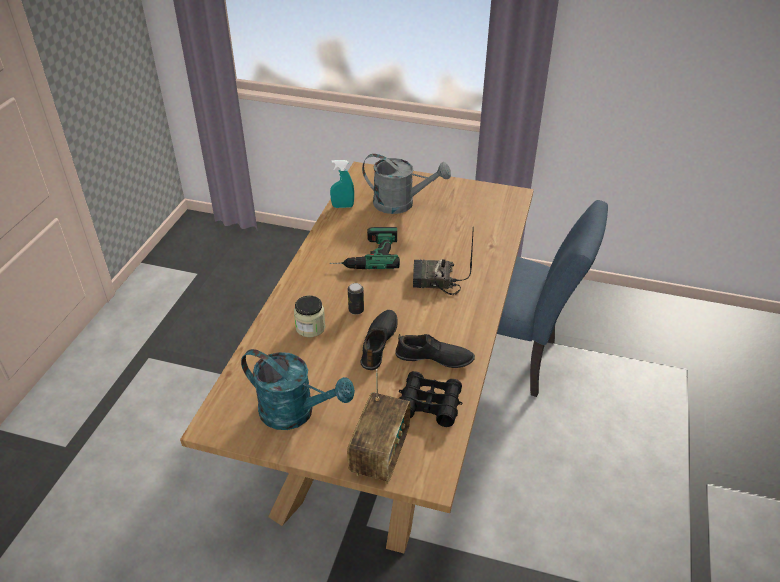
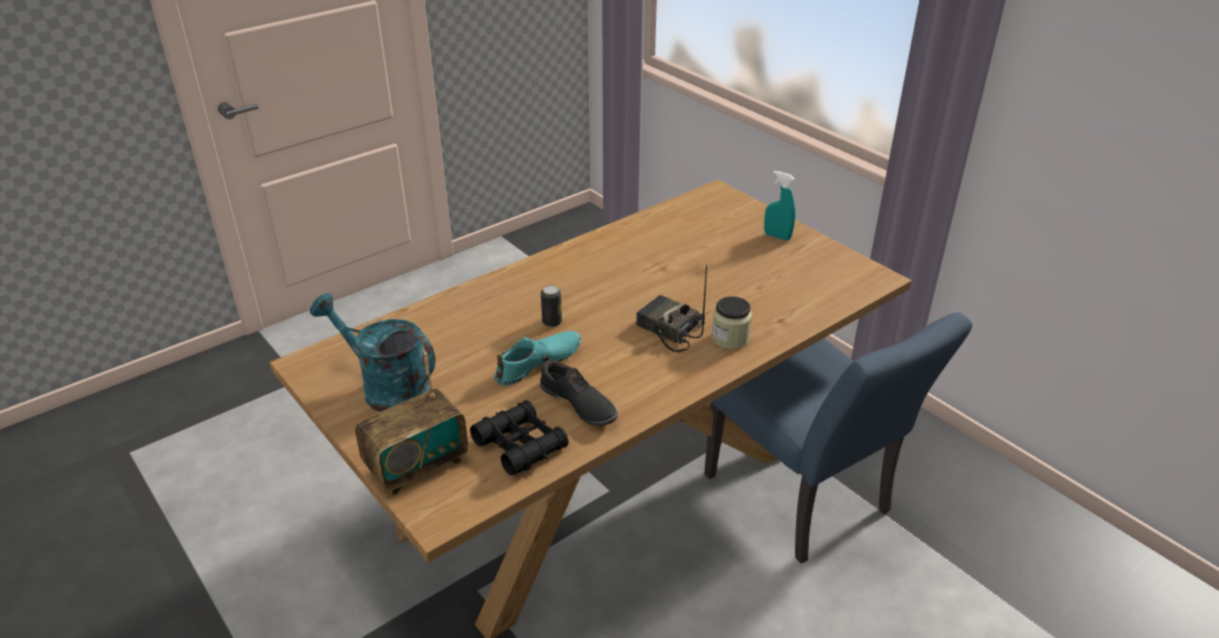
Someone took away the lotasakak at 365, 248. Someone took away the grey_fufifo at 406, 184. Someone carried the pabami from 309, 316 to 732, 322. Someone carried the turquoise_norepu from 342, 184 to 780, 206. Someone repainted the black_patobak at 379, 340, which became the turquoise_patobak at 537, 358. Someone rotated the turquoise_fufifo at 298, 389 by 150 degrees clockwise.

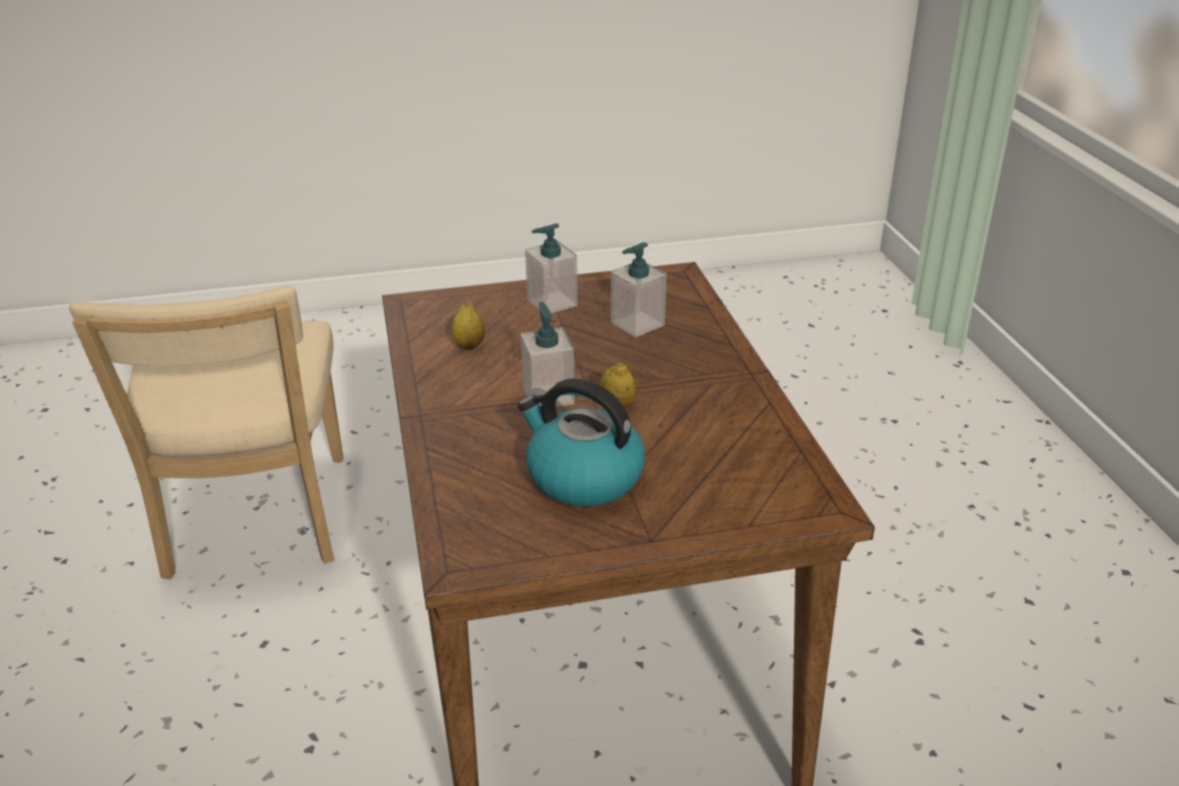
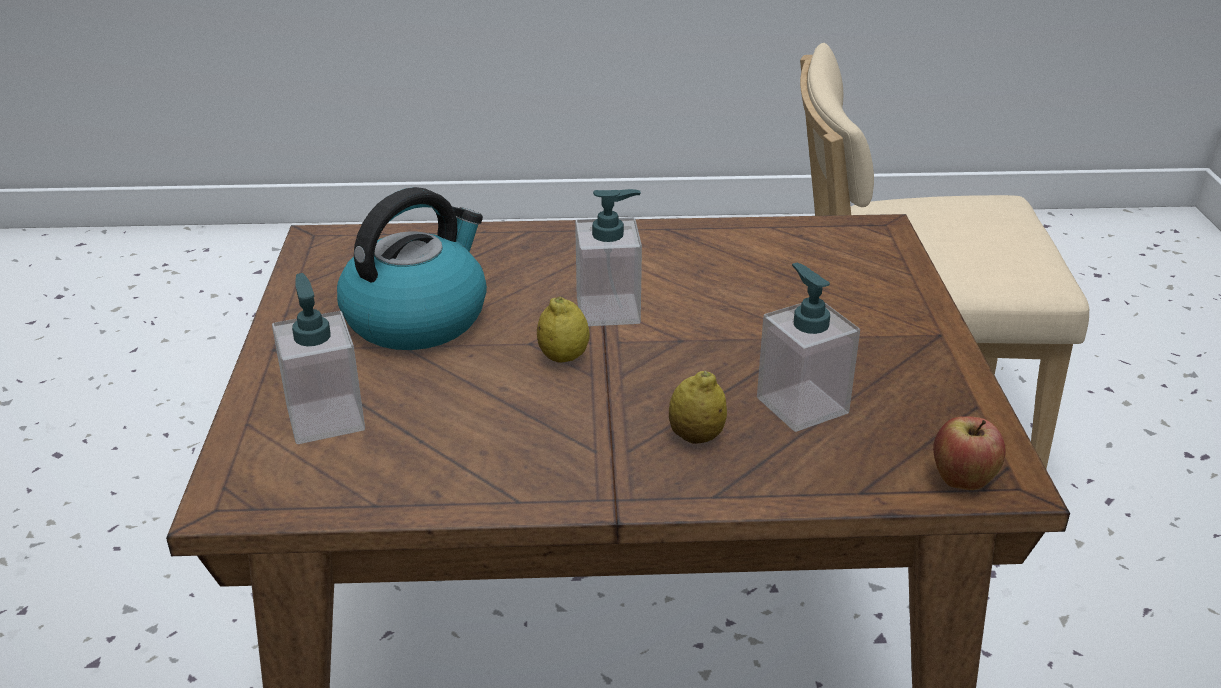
Someone put down the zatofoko at 969, 453. Someone carried the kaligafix from 468, 326 to 698, 407. Someone carried the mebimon from 551, 268 to 318, 358.

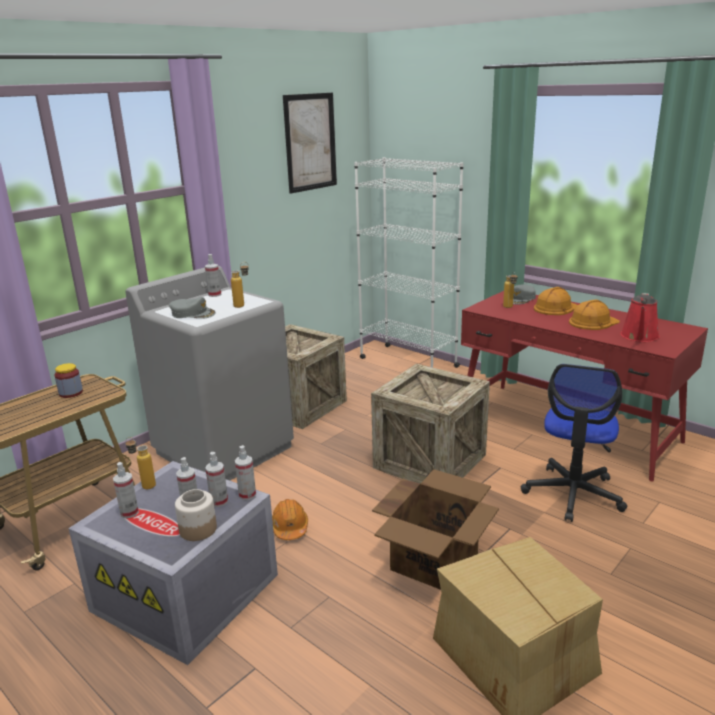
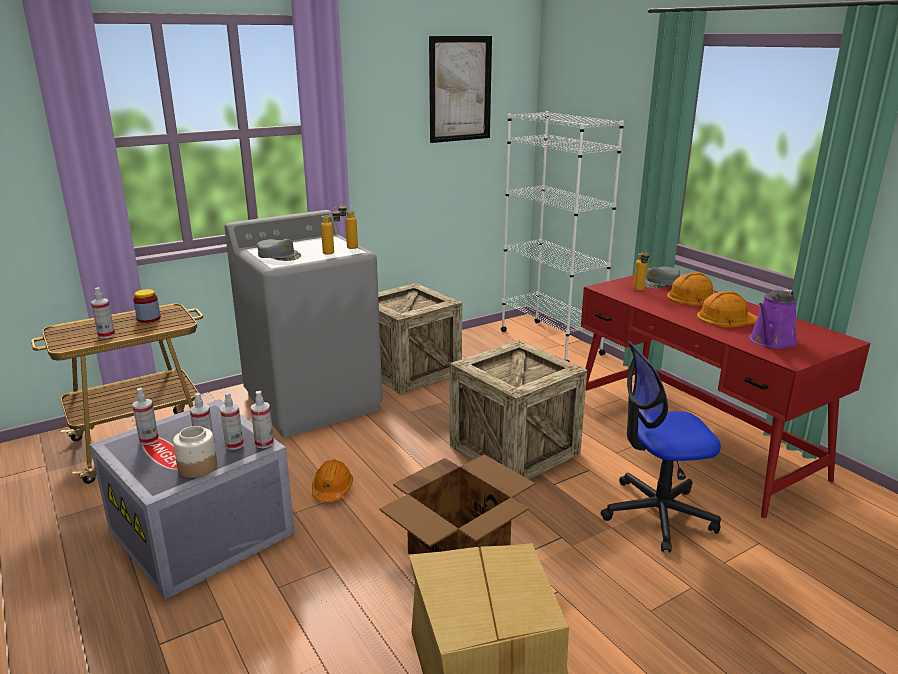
Someone carried the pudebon from 141, 463 to 348, 225. Someone carried the norepu from 213, 275 to 103, 313. Someone repainted the red_fufifo at 640, 317, which became the purple_fufifo at 773, 319. Someone rotated the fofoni at 574, 443 by 45 degrees clockwise.

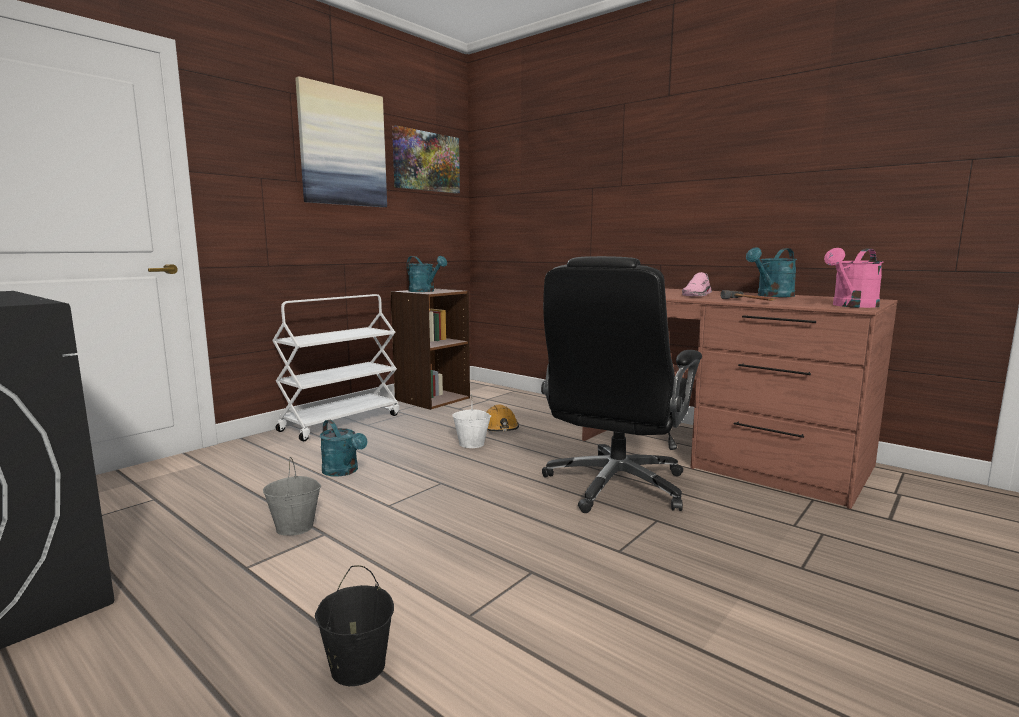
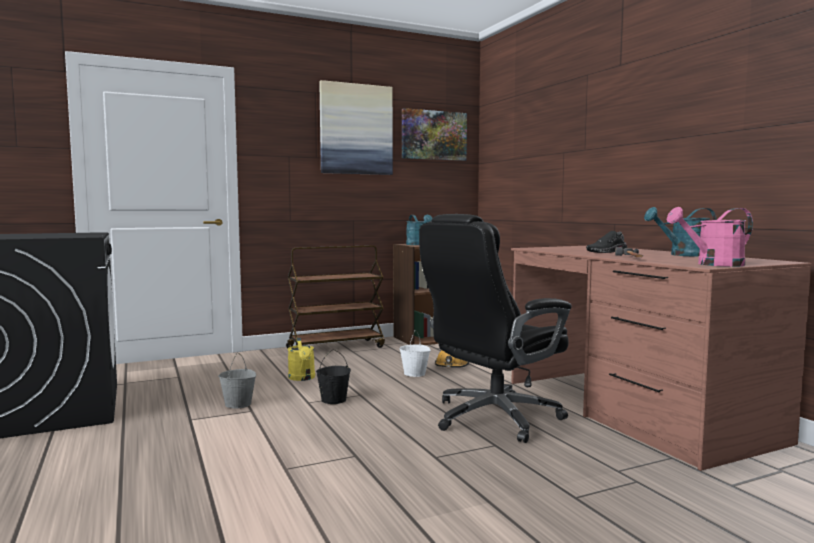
Someone carried the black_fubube from 354, 625 to 333, 377. Someone repainted the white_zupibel at 335, 367, which became the brown_zupibel at 335, 296. Someone repainted the turquoise_fufifo at 343, 448, which became the yellow_fufifo at 301, 359. Someone repainted the pink_patobak at 697, 284, which became the black_patobak at 606, 242.

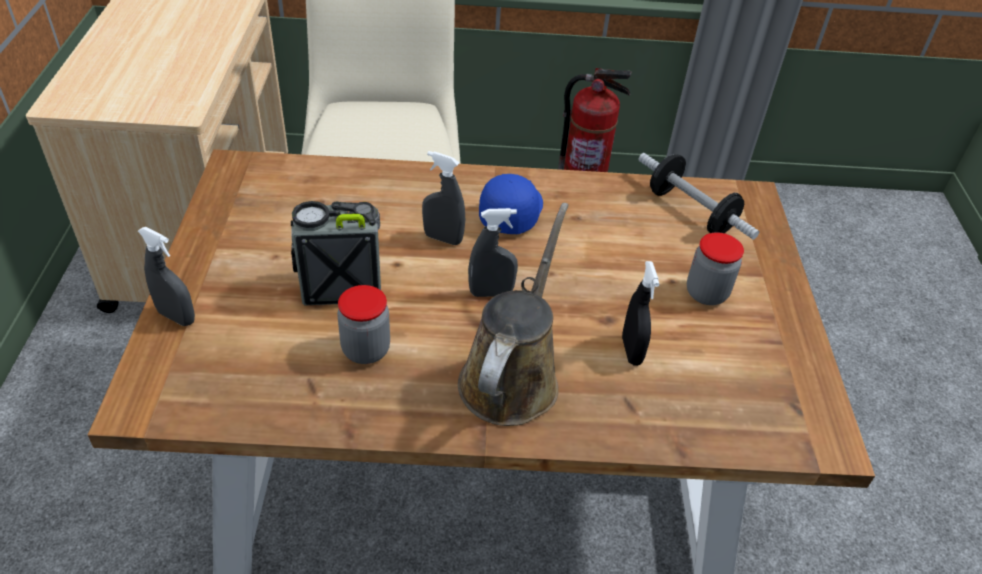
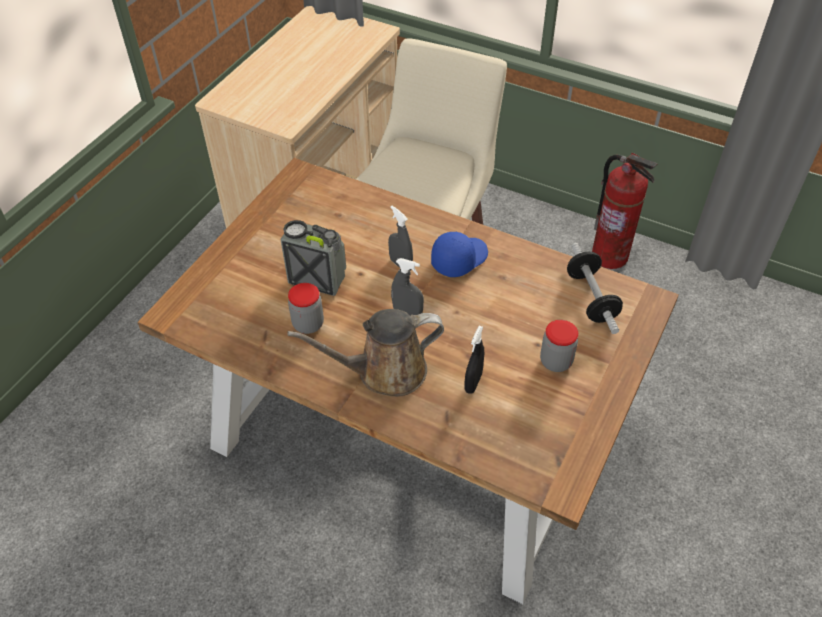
Someone took away the grey_norepu at 166, 276. Someone rotated the brown_fufifo at 513, 314 by 150 degrees counterclockwise.

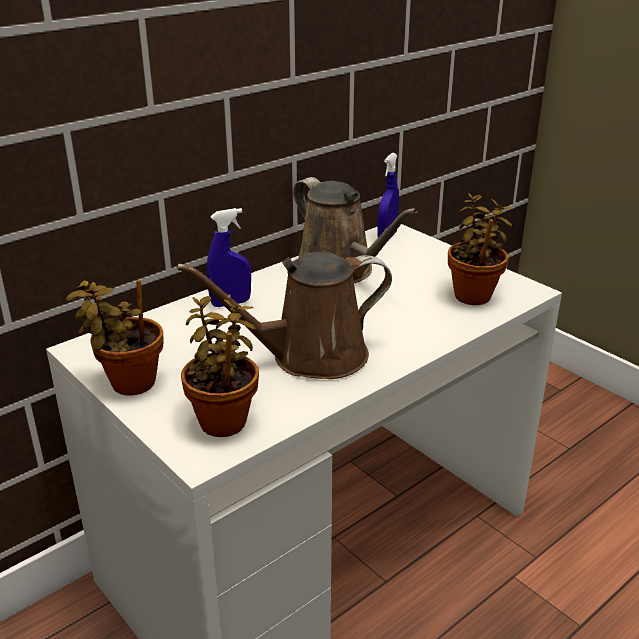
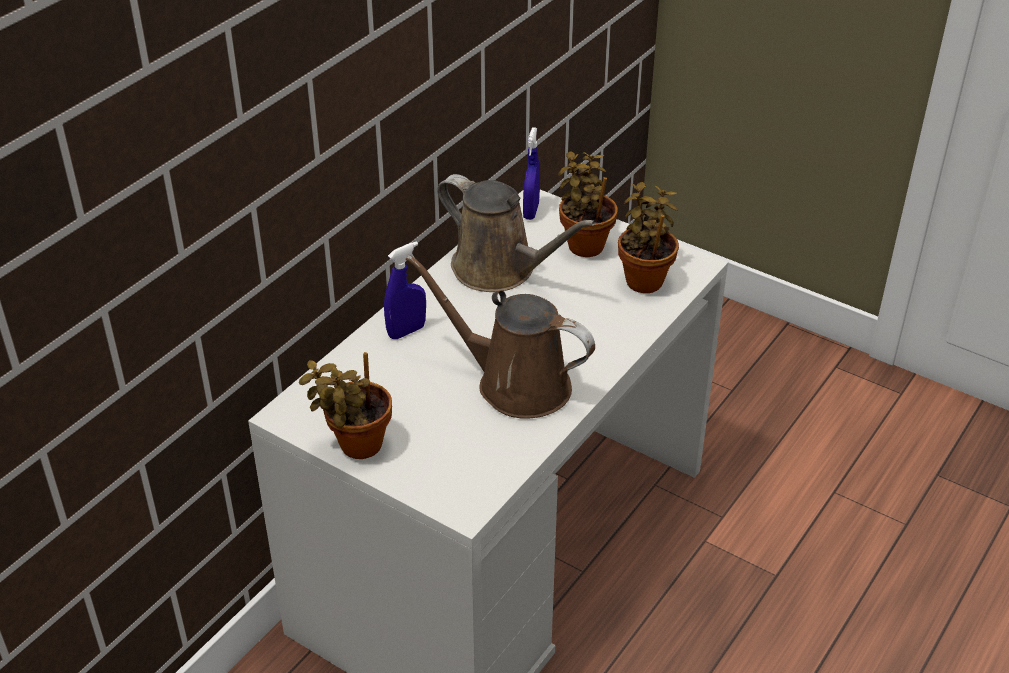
Someone carried the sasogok from 220, 366 to 588, 204. Someone rotated the brown_fufifo at 284, 315 by 60 degrees clockwise.

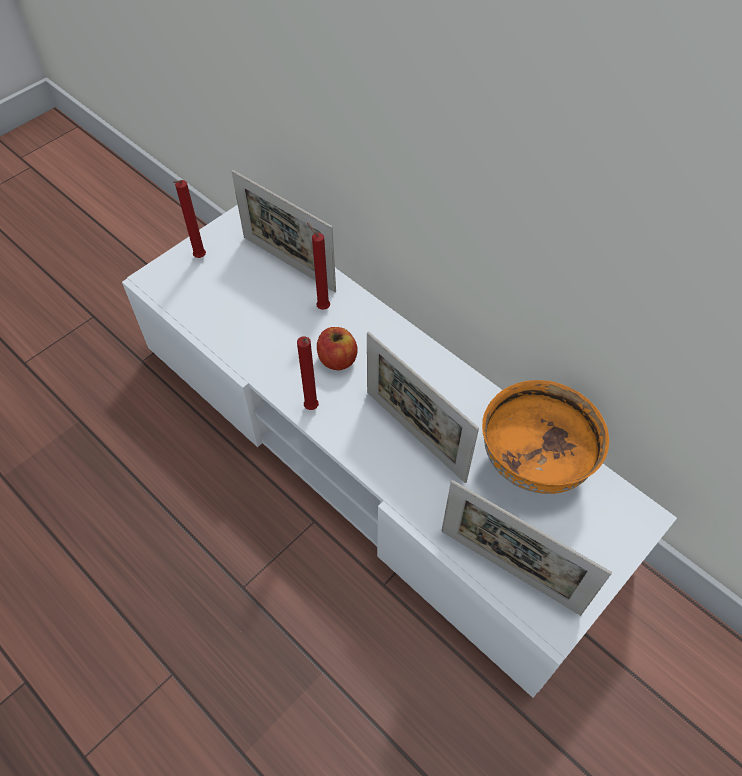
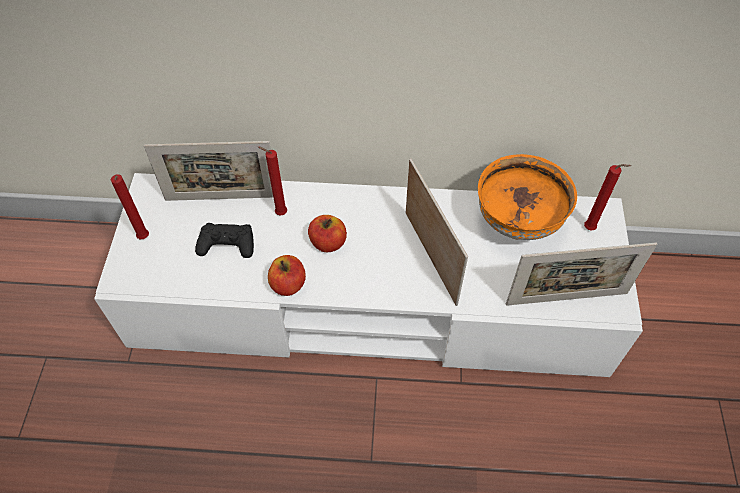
Someone put down the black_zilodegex at 224, 240. Someone put down the zatofoko at 287, 275. Someone carried the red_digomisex from 308, 373 to 607, 197. Someone rotated the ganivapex at 423, 407 by 120 degrees counterclockwise.

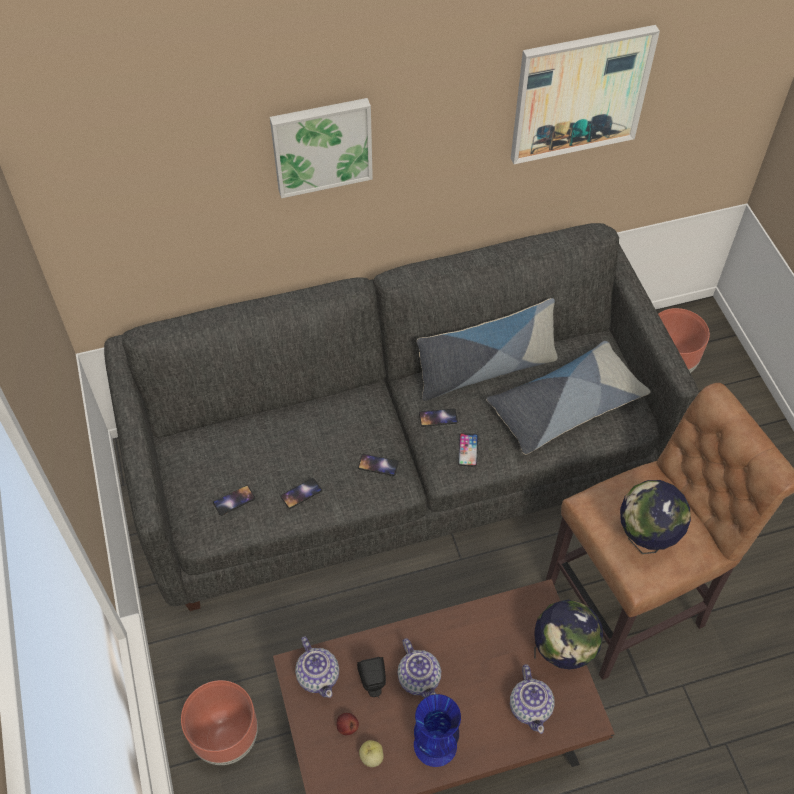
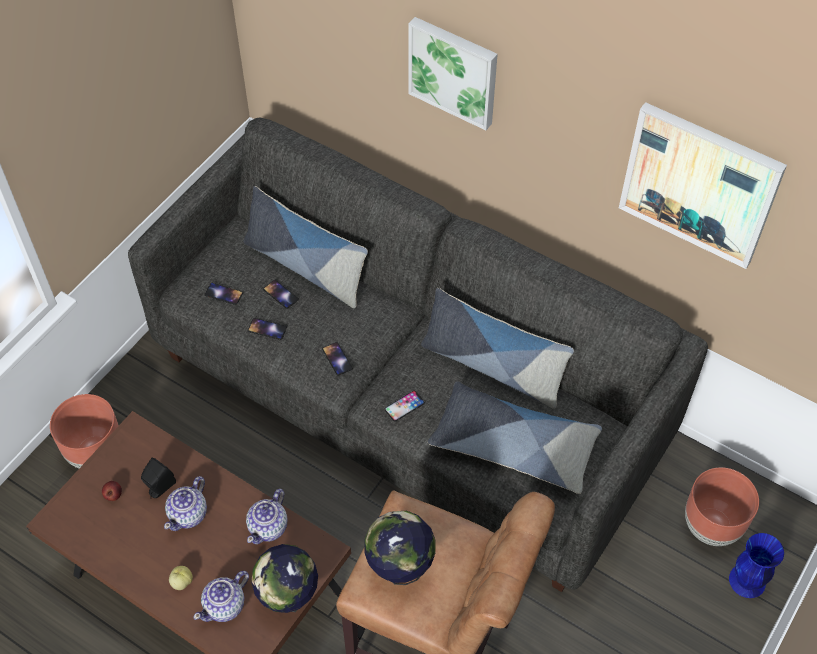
Someone put down the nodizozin at 306, 247. Someone carried the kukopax from 317, 667 to 267, 516. Someone carried the zatofoko from 371, 753 to 181, 578. Someone carried the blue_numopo from 437, 730 to 756, 565. Someone carried the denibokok from 438, 418 to 281, 294.

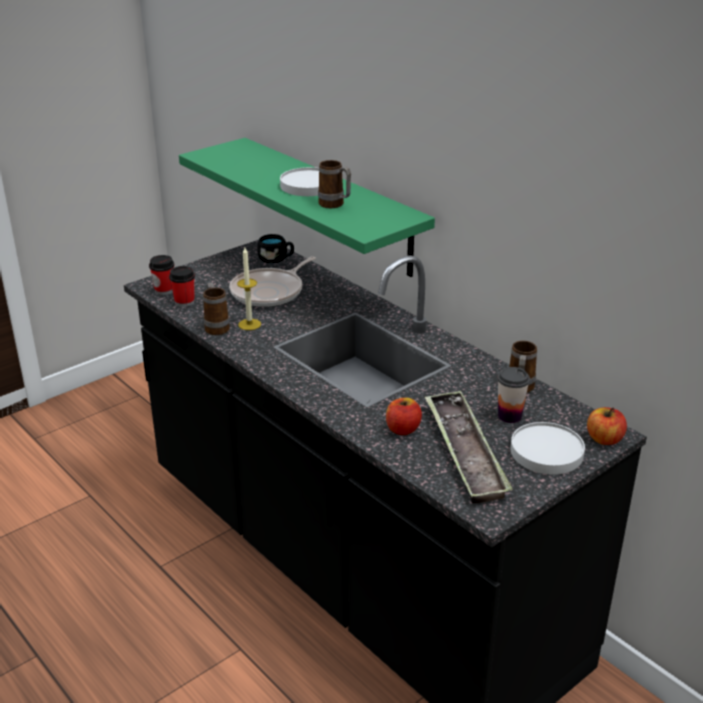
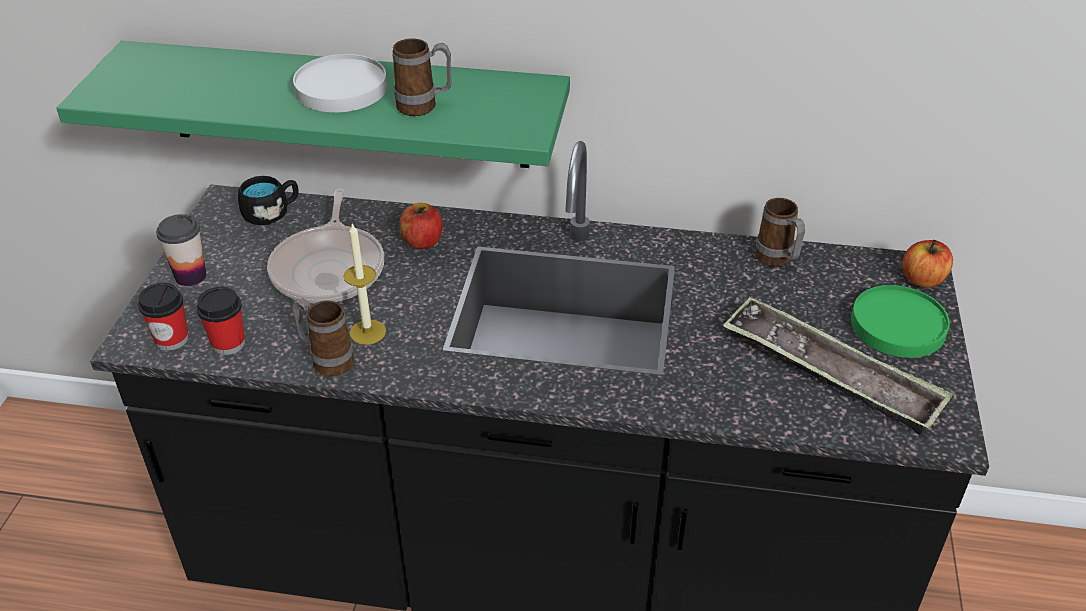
Someone carried the zatofoko from 404, 416 to 421, 226. Someone carried the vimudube from 513, 395 to 181, 250. Someone repainted the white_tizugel at 547, 448, which became the green_tizugel at 900, 321.

